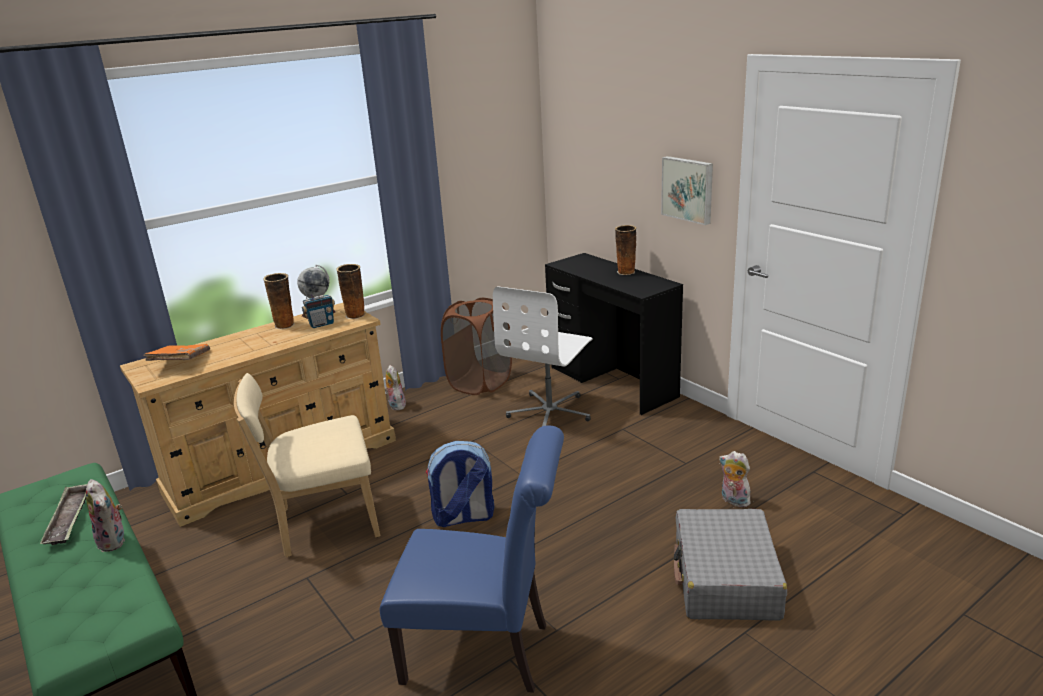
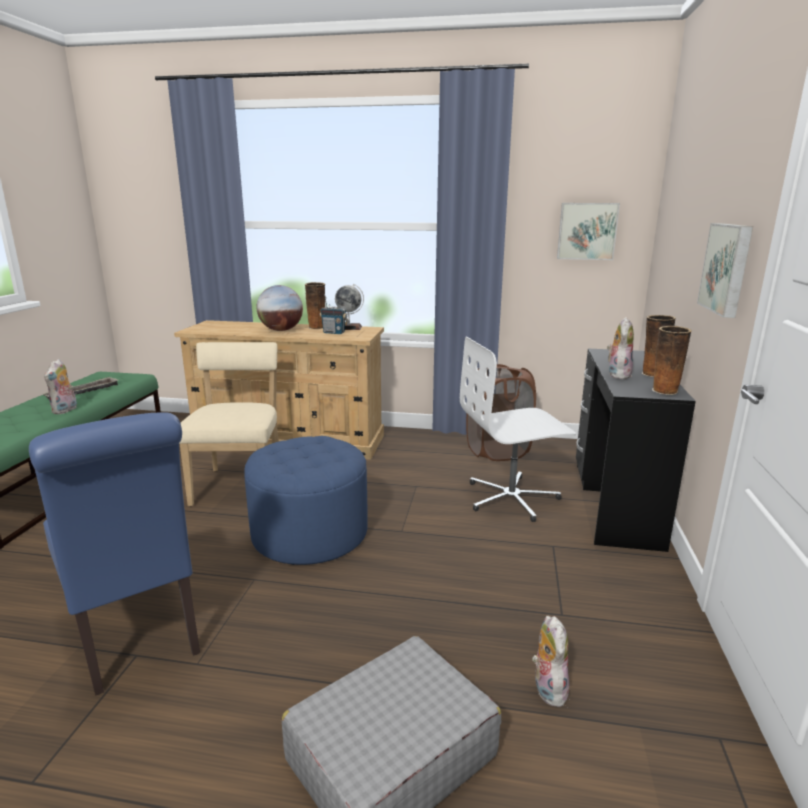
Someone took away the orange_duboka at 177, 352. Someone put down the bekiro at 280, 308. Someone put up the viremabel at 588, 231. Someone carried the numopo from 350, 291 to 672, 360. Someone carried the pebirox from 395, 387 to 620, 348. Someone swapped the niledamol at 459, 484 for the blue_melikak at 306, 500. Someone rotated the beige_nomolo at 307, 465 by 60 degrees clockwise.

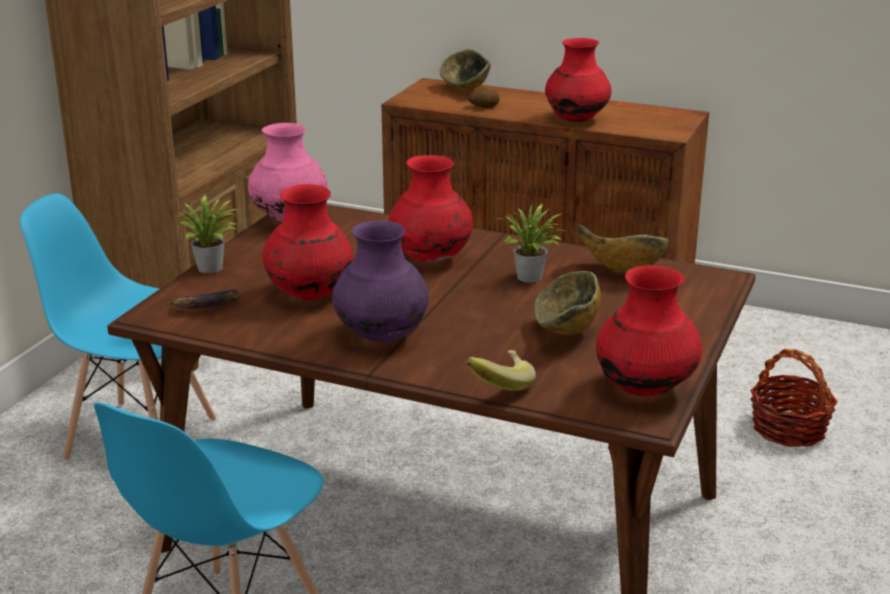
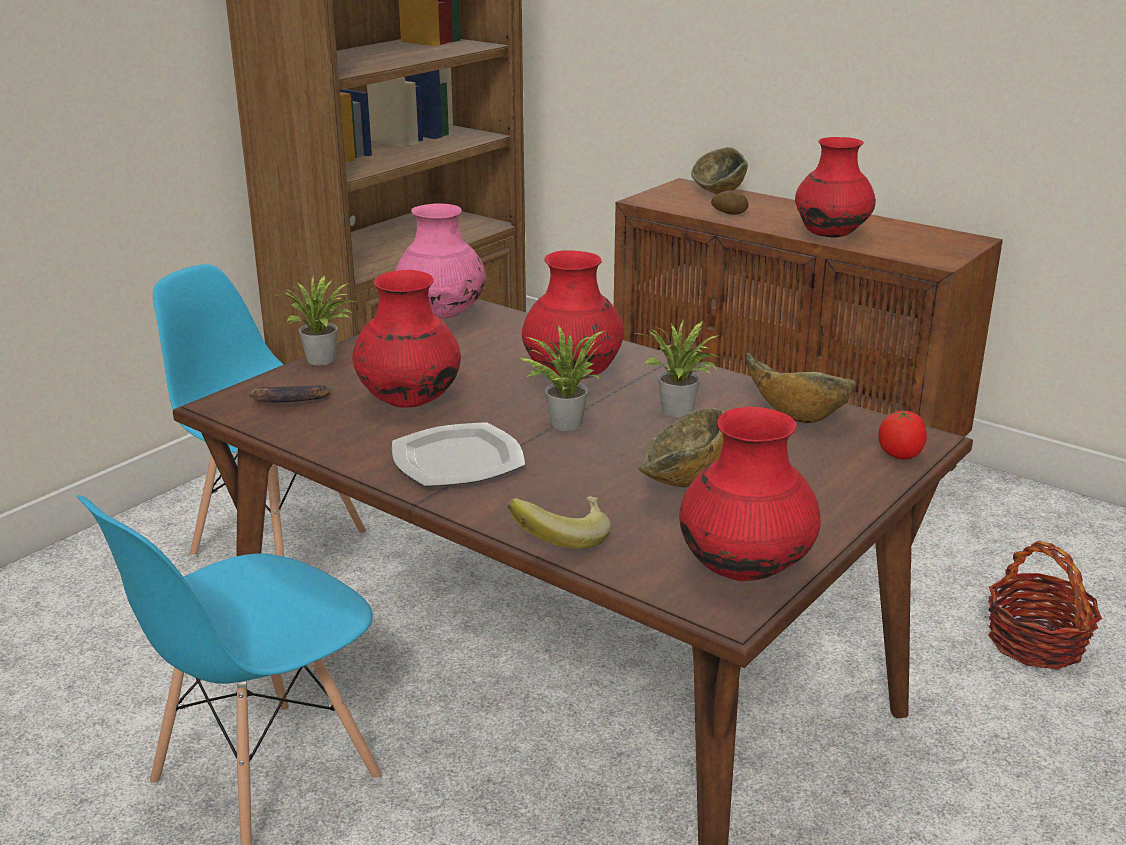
Someone put down the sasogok at 561, 378. Someone put down the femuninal at 902, 434. Someone swapped the purple_numopo at 380, 281 for the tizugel at 458, 454.

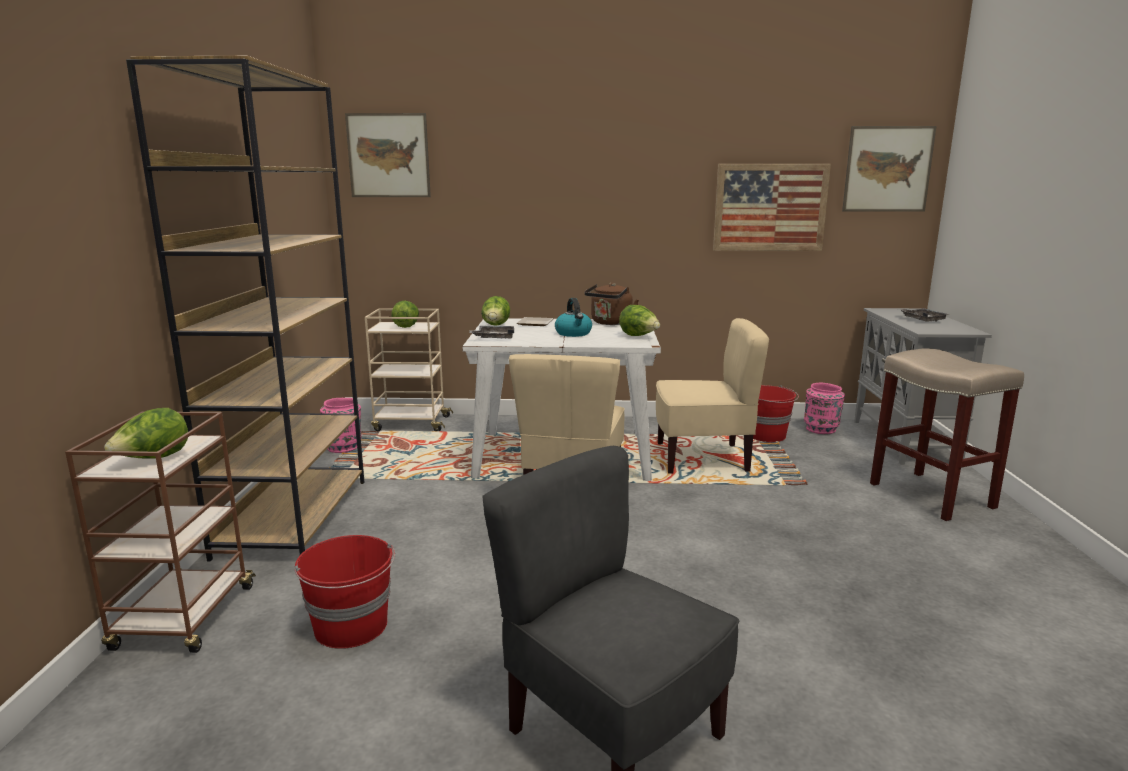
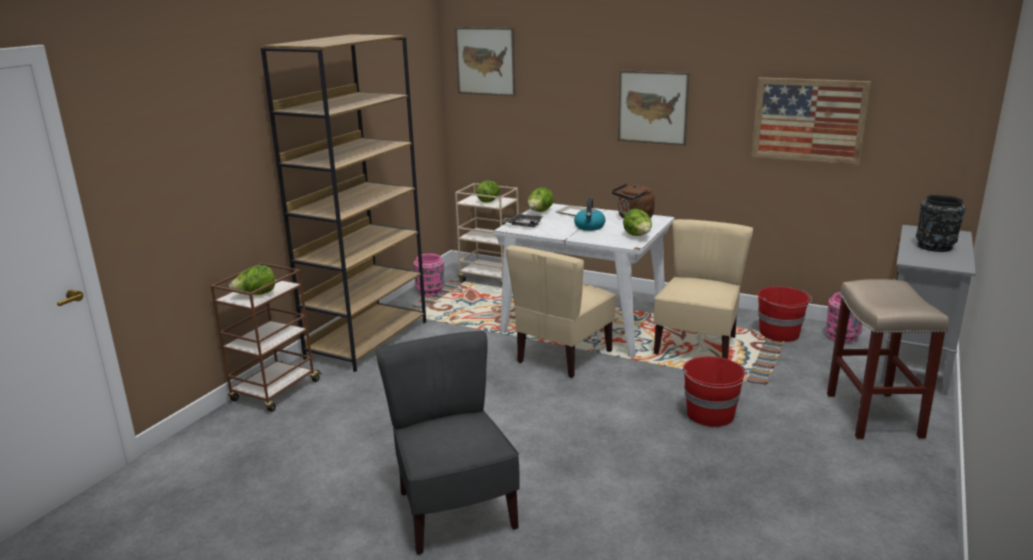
Someone carried the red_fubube from 344, 592 to 715, 391. Someone carried the viremabel from 889, 169 to 654, 108. Someone swapped the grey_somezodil at 924, 315 for the black_numopo at 941, 223. Someone rotated the beige_nomolo at 712, 396 by 90 degrees counterclockwise.

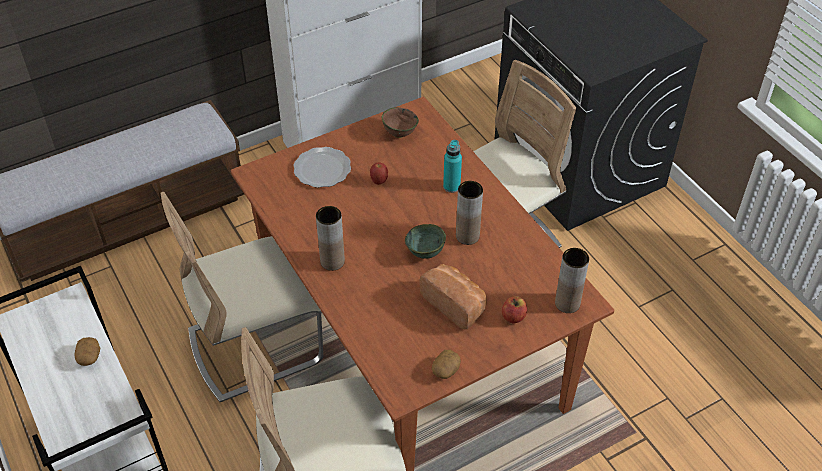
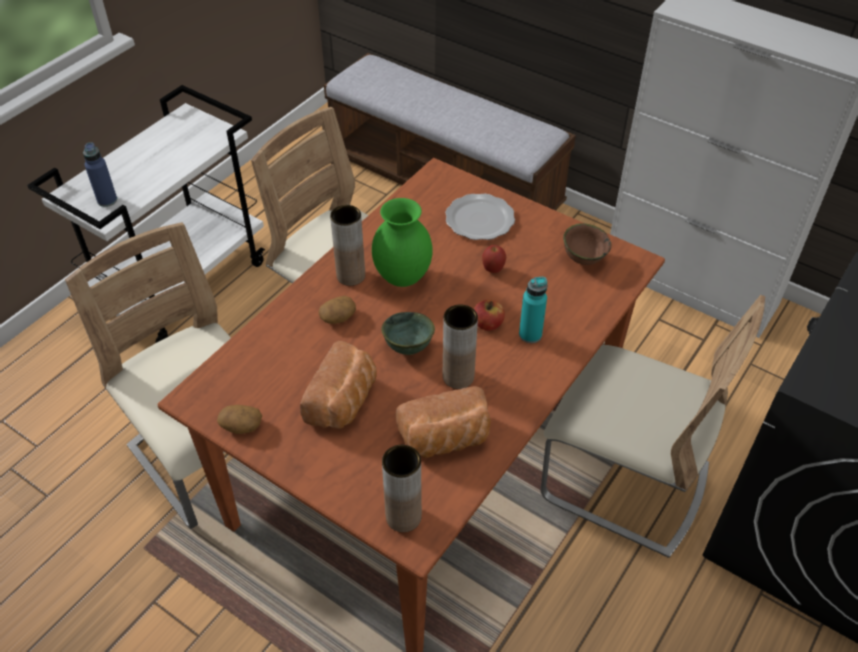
Someone put down the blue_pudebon at 100, 174. Someone put down the green_numopo at 402, 242. Someone put down the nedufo at 443, 422. Someone carried the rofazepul from 87, 351 to 337, 310. Someone carried the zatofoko from 514, 309 to 489, 315.

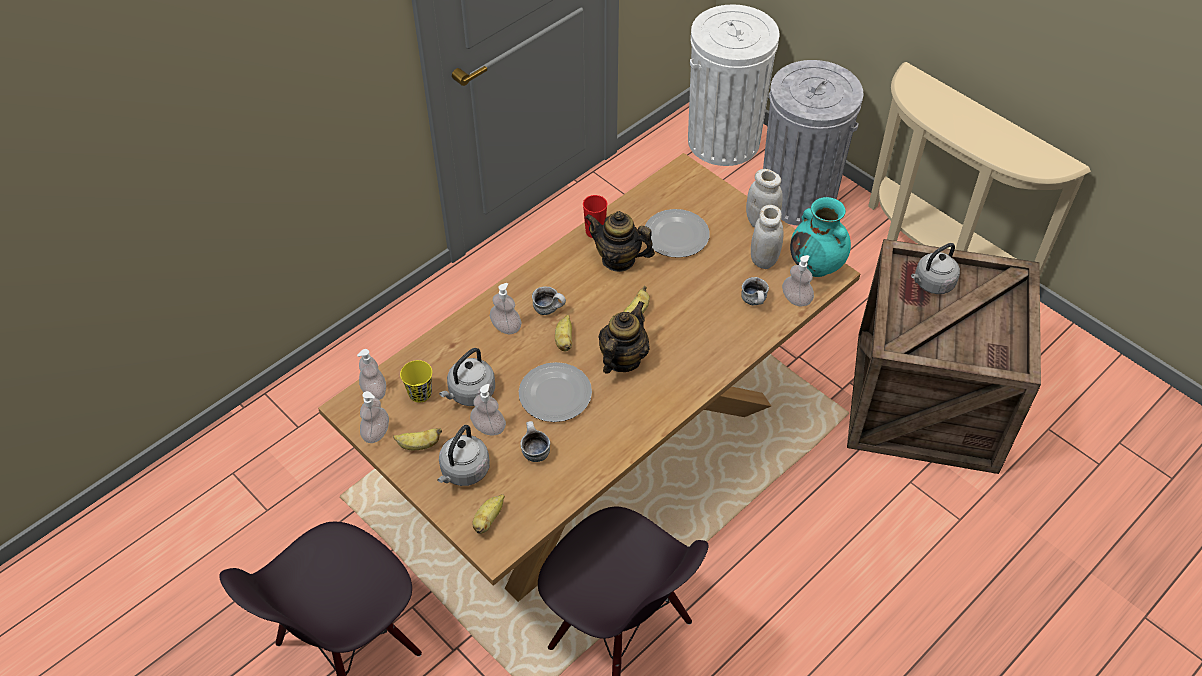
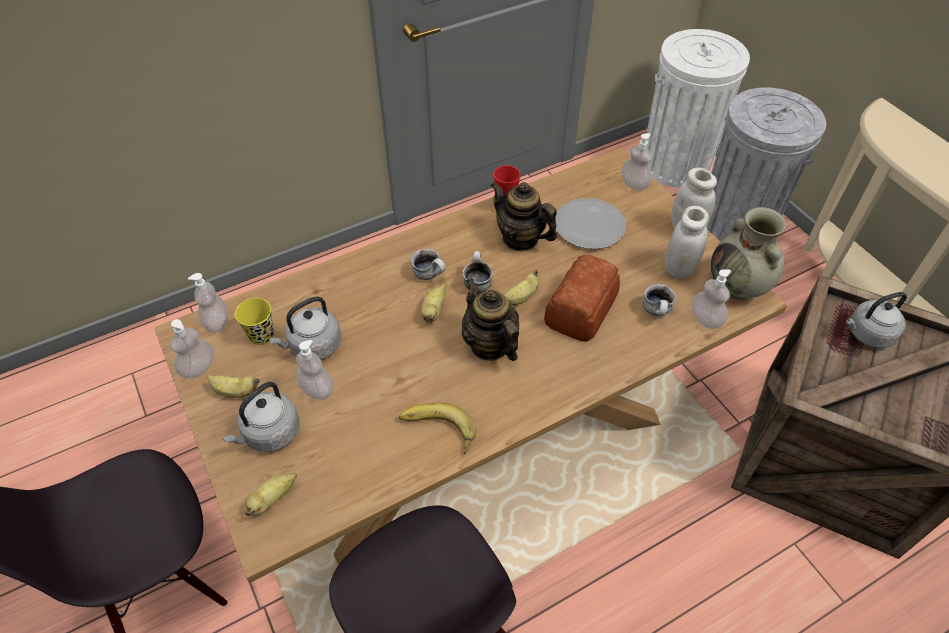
Someone took away the tizugel at 555, 392. Someone put down the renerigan at 438, 428. Someone put down the nedufo at 582, 298. Someone carried the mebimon from 505, 308 to 636, 162. Someone carried the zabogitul from 535, 441 to 477, 271. Someone repainted the turquoise_numopo at 820, 237, which became the beige_numopo at 749, 253. Someone rotated the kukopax at 624, 337 by 75 degrees counterclockwise.

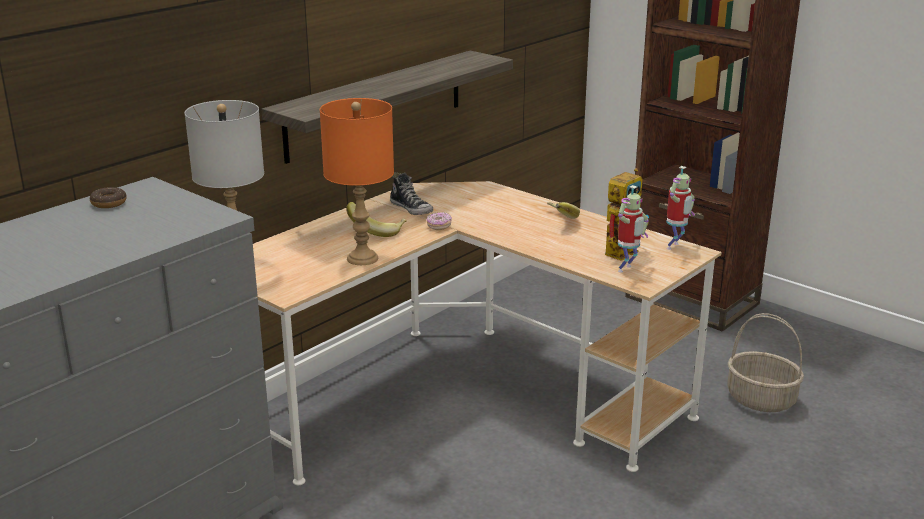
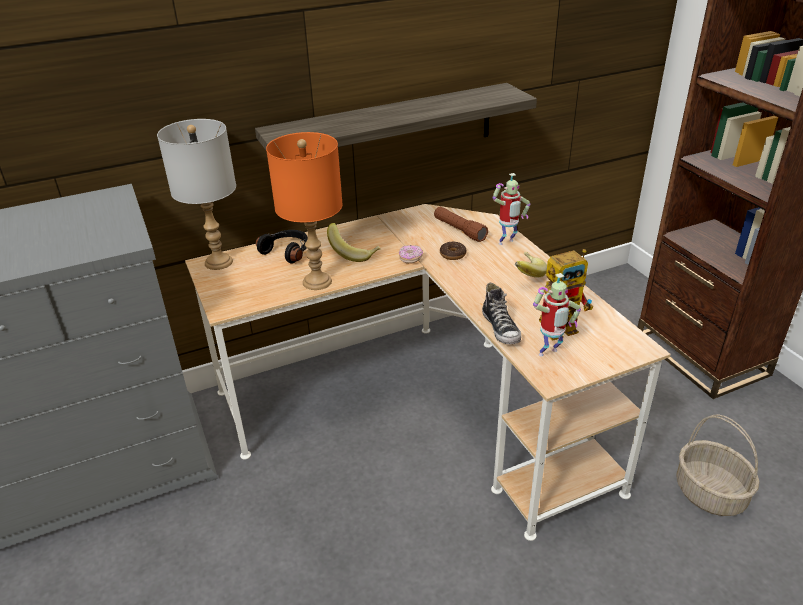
Someone put down the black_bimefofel at 282, 247. Someone put down the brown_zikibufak at 461, 224. Someone carried the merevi from 108, 197 to 453, 251. Someone carried the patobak from 411, 193 to 501, 313. Someone carried the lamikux from 680, 208 to 511, 209.

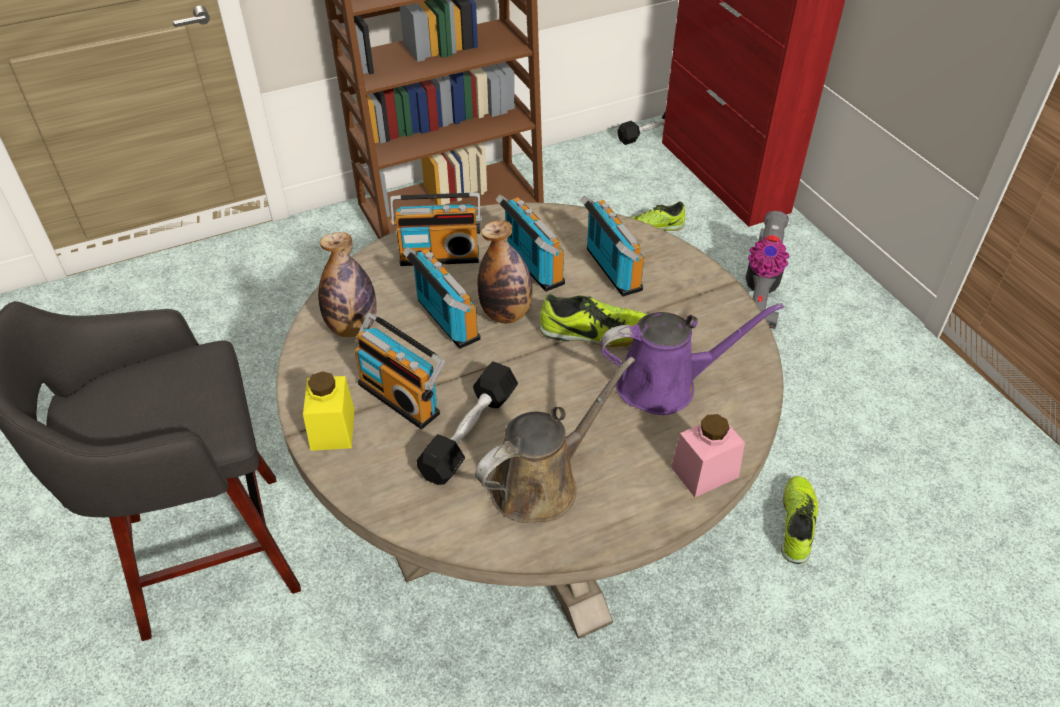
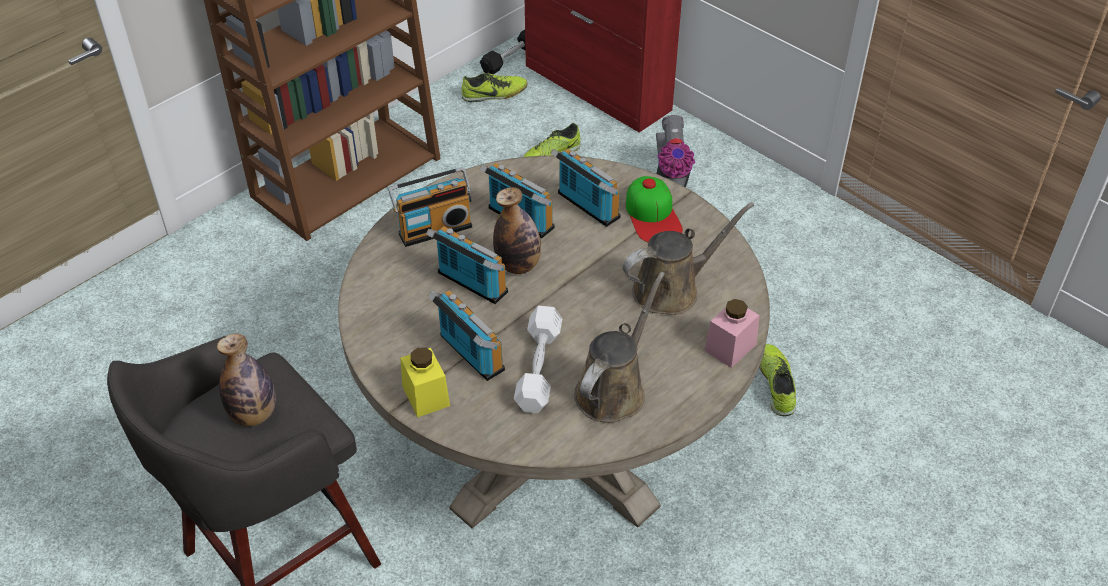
Someone put down the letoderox at 654, 209. Someone carried the pudebon from 347, 284 to 246, 380. Someone carried the patobak from 593, 320 to 494, 87. Someone repainted the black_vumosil at 467, 423, which became the white_vumosil at 538, 359. Someone repainted the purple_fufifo at 692, 359, which became the brown_fufifo at 688, 259. Someone rotated the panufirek at 400, 371 by 150 degrees counterclockwise.

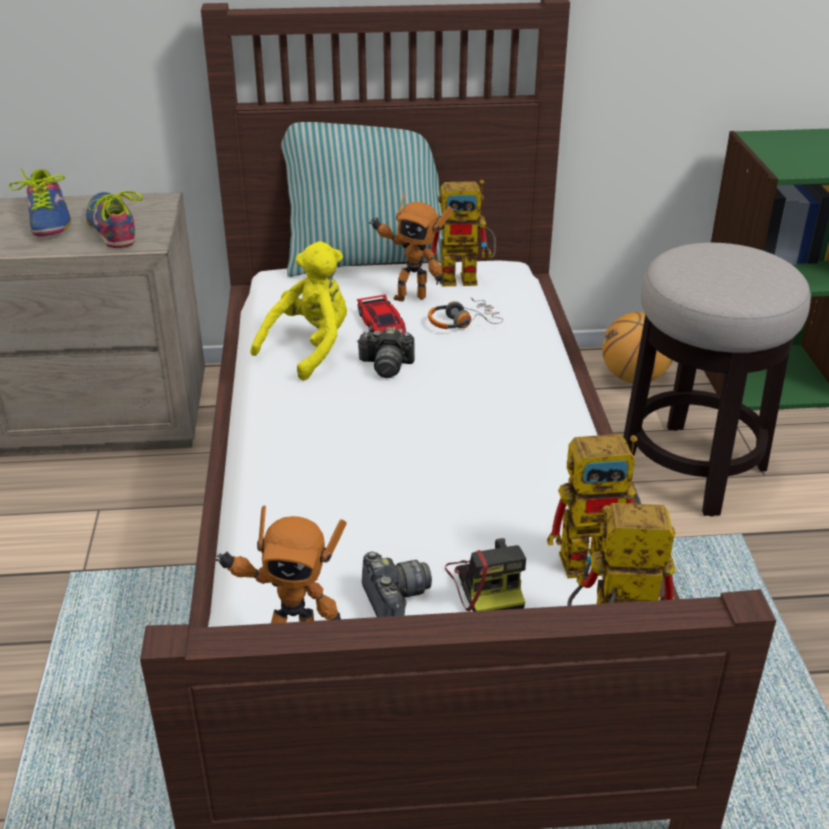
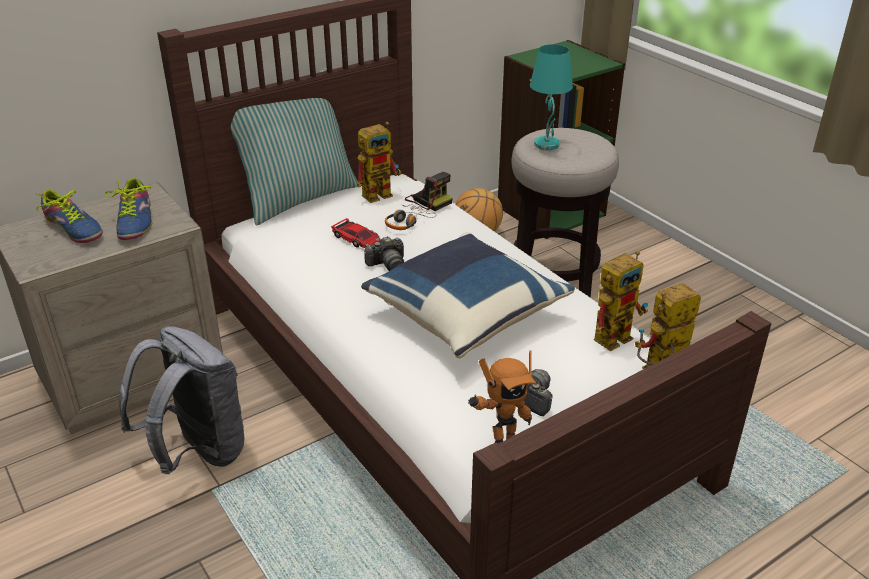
Someone took away the yellow_pebirox at 298, 311. Someone took away the lamikux at 411, 247. Someone put down the grey_niledamol at 181, 400. Someone put down the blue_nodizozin at 468, 295. Someone put down the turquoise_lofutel at 551, 97. Someone carried the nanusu from 485, 575 to 429, 191. Someone rotated the patobak at 114, 219 by 135 degrees counterclockwise.

